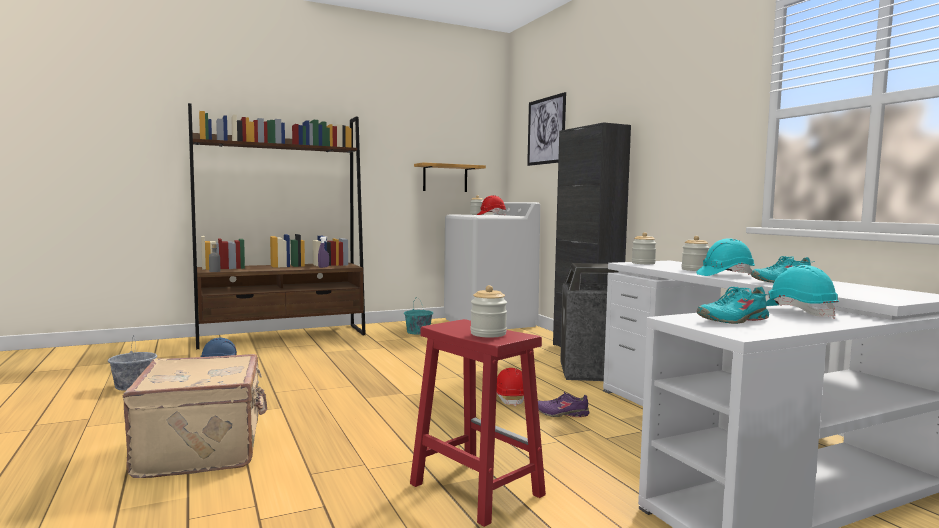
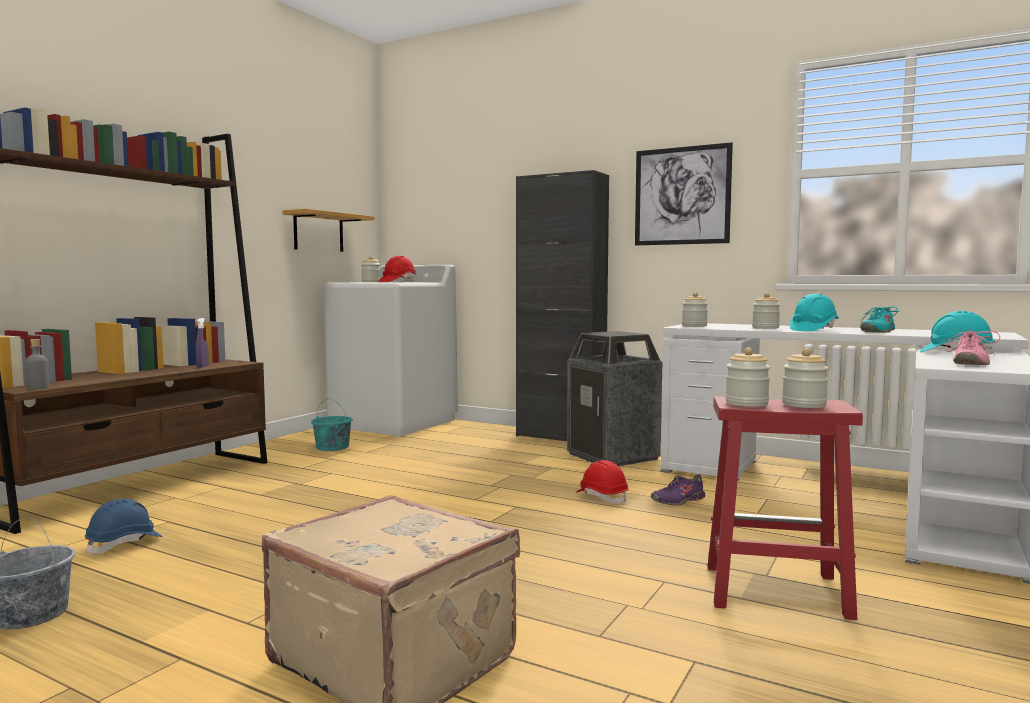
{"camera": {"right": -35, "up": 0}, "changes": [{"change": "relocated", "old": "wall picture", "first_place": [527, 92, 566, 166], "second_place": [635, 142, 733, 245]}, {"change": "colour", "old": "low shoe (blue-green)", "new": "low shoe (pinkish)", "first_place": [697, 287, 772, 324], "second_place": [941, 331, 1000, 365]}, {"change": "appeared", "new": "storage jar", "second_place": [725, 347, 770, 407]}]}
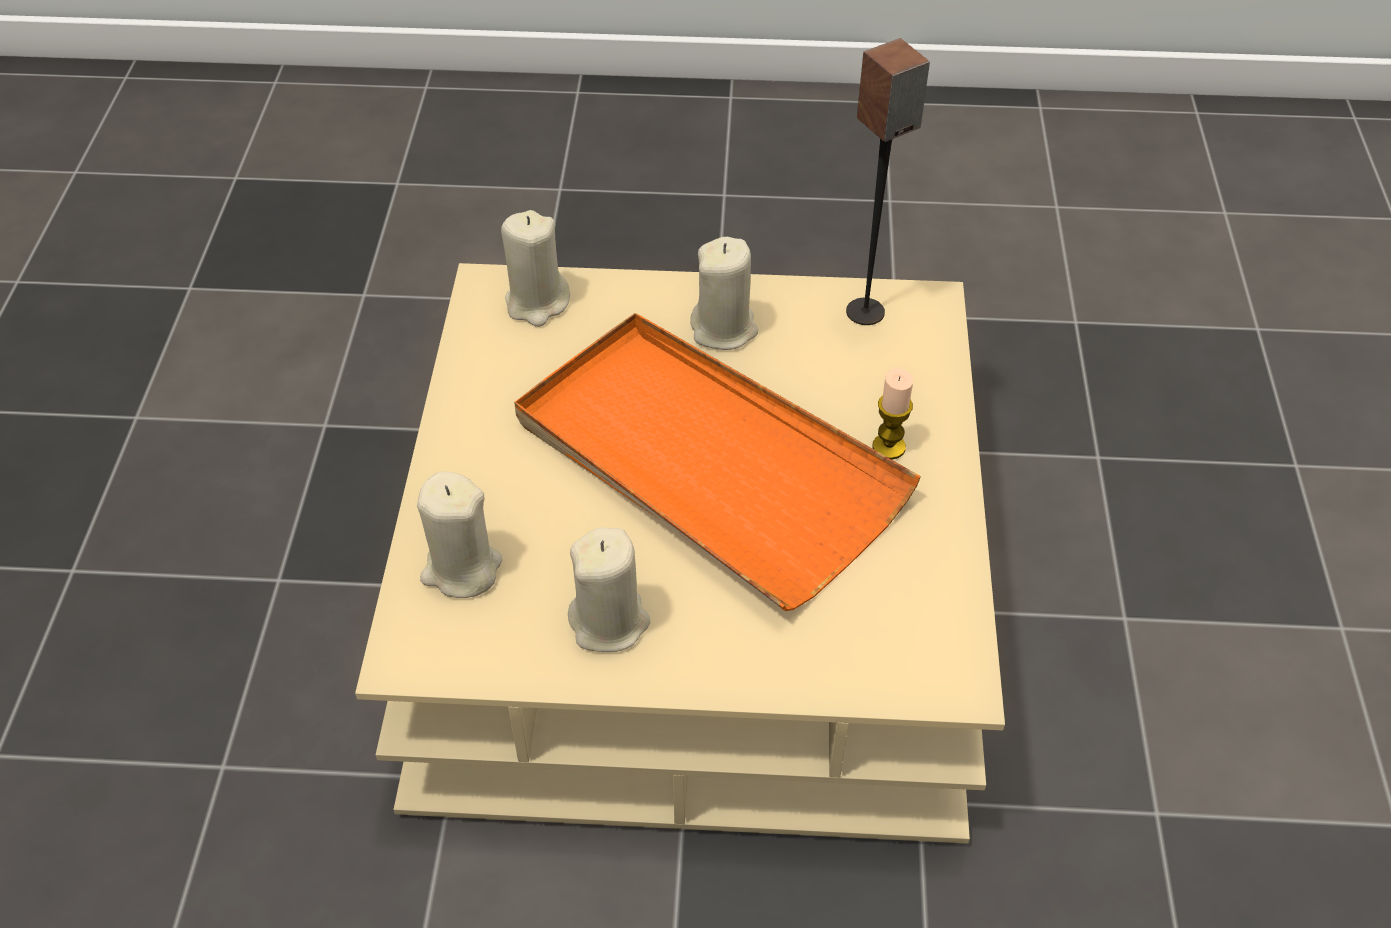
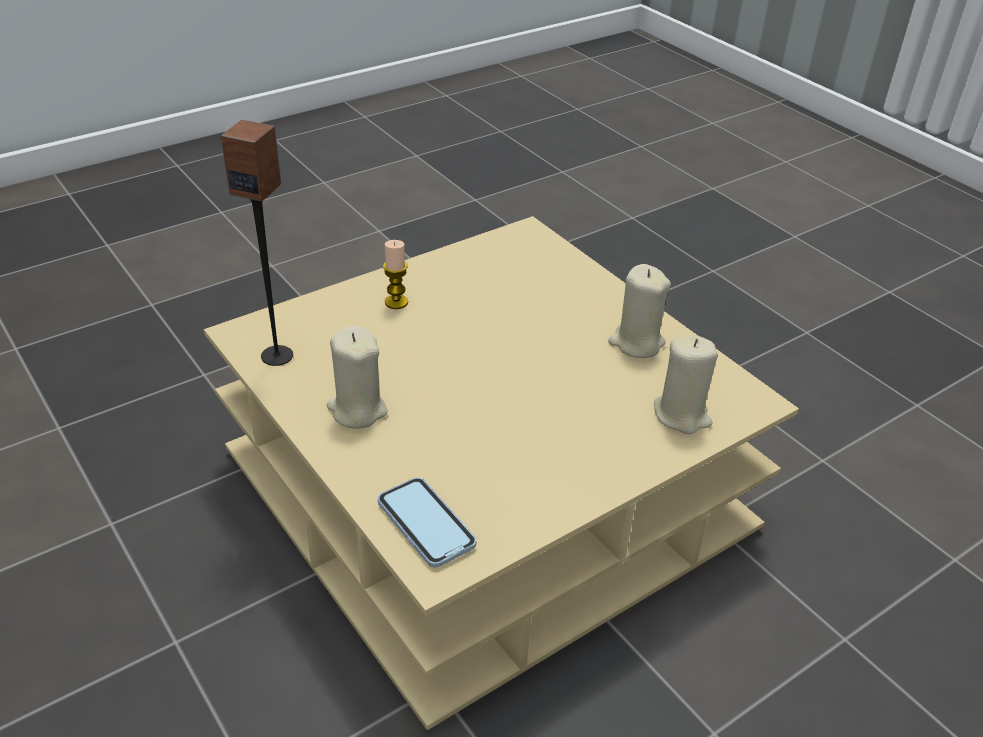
{"camera": {"right": -130, "up": -10}, "changes": [{"change": "exchanged", "old": "wax light (beige-coloured)", "new": "handset", "first_place": [501, 210, 570, 327], "second_place": [378, 477, 476, 567]}, {"change": "missing", "old": "carrying tray (orangey)", "first_place": [514, 313, 921, 611]}]}
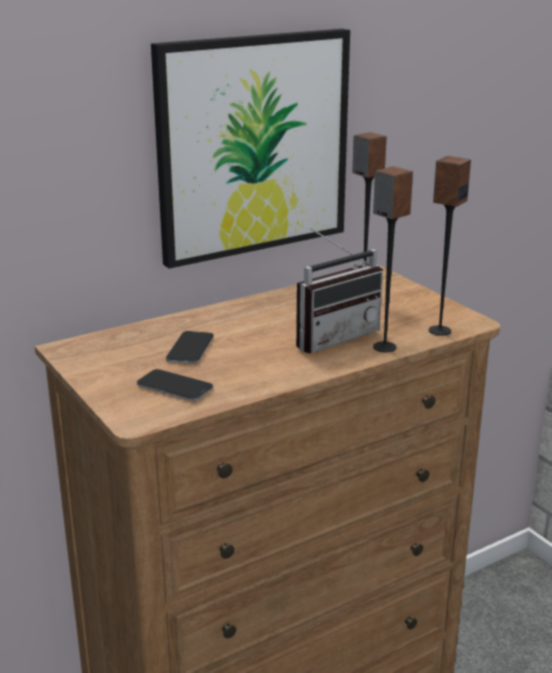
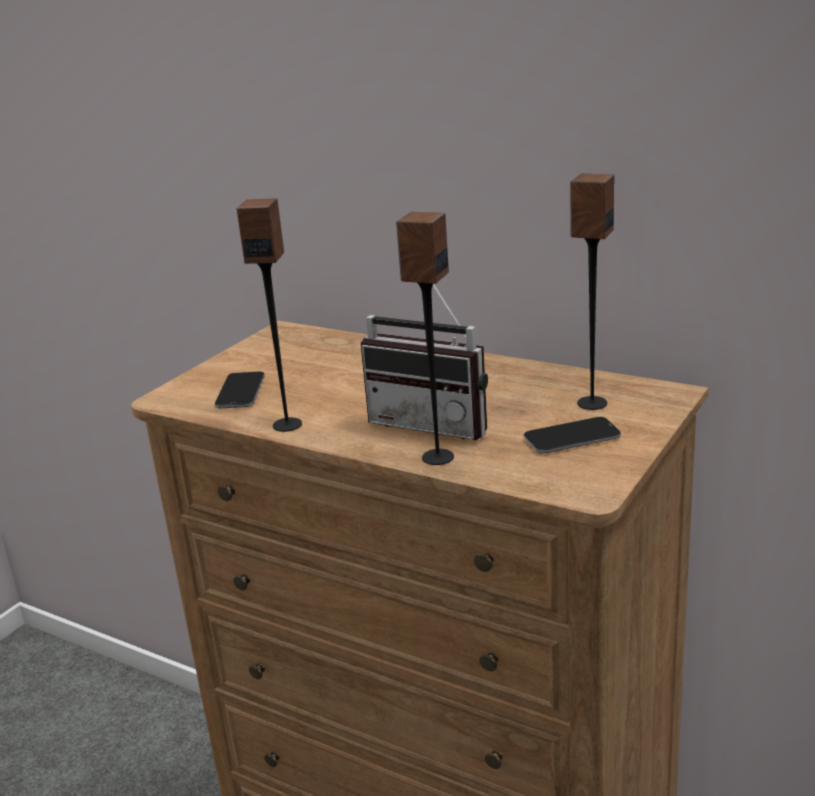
{"camera": {"right": 65, "up": 0}, "changes": [{"change": "missing", "old": "wall picture", "first_place": [151, 29, 350, 269]}, {"change": "relocated", "old": "handset", "first_place": [166, 331, 214, 364], "second_place": [524, 417, 621, 453]}, {"change": "relocated", "old": "speaker", "first_place": [429, 156, 471, 336], "second_place": [237, 198, 302, 432]}]}
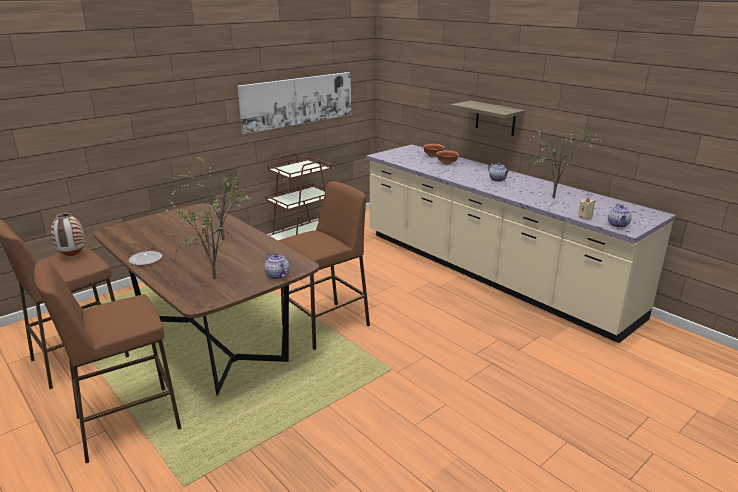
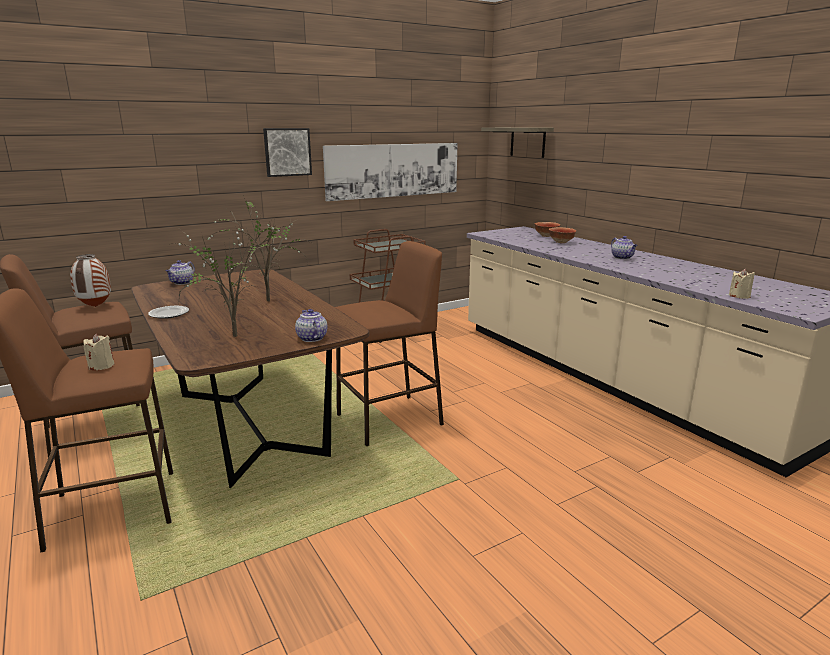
{"camera": {"right": 10, "up": -5}, "changes": [{"change": "relocated", "old": "bracket shelf", "first_place": [450, 101, 525, 136], "second_place": [481, 127, 554, 158]}, {"change": "missing", "old": "potted plant", "first_place": [529, 125, 601, 198]}, {"change": "relocated", "old": "teapot", "first_place": [608, 204, 632, 228], "second_place": [165, 260, 195, 285]}, {"change": "appeared", "new": "wax light (beige-coloured)", "second_place": [83, 334, 114, 370]}, {"change": "appeared", "new": "wall picture", "second_place": [263, 128, 312, 177]}]}
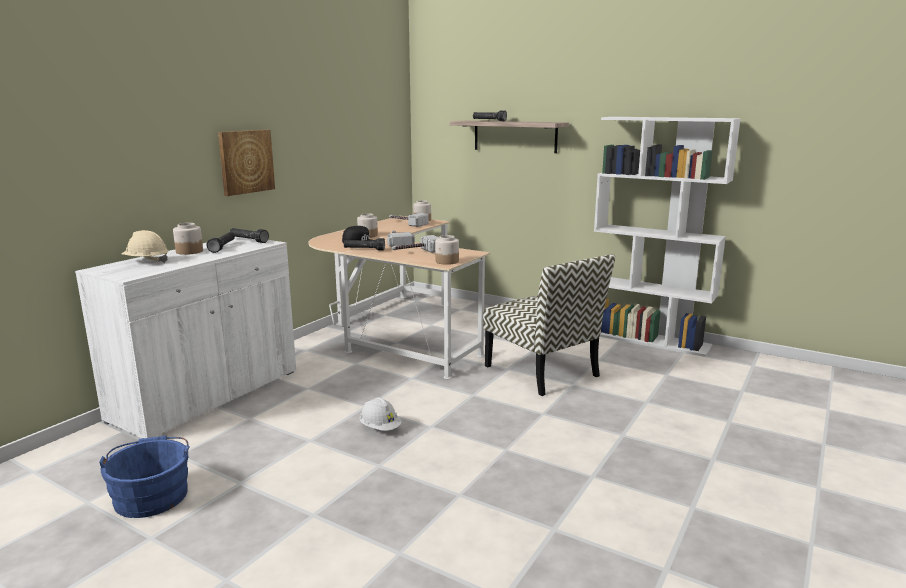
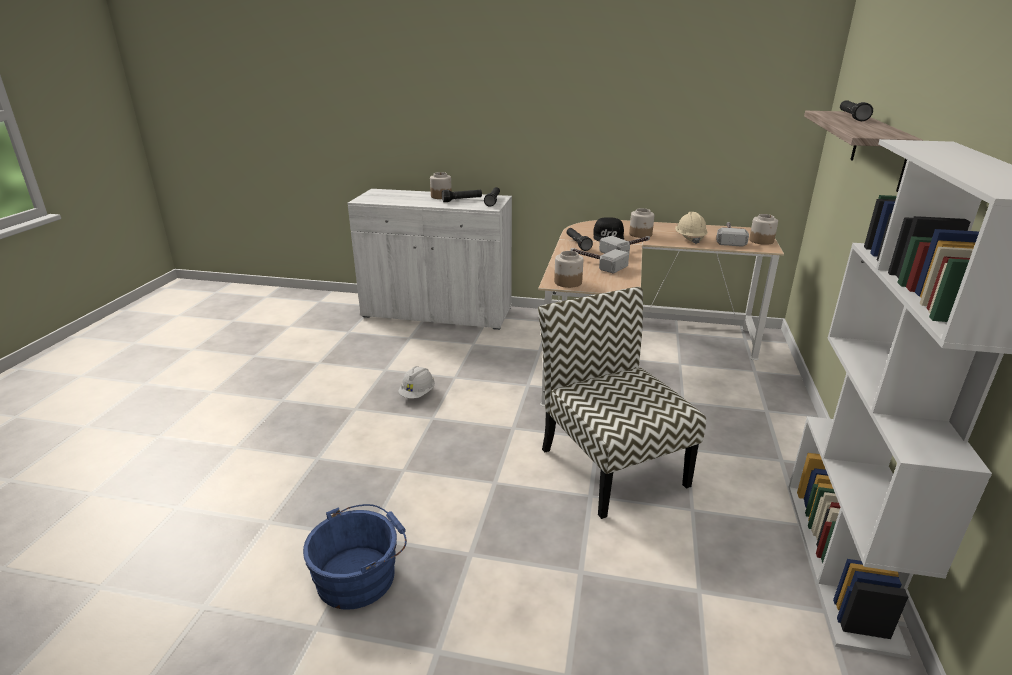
{"camera": {"right": 70, "up": 10}, "changes": [{"change": "relocated", "old": "pail (blue-coloured)", "first_place": [99, 435, 190, 518], "second_place": [303, 504, 407, 610]}, {"change": "relocated", "old": "work helmet (beige-coloured)", "first_place": [121, 230, 169, 263], "second_place": [675, 212, 707, 244]}, {"change": "missing", "old": "wall picture", "first_place": [218, 130, 275, 196]}, {"change": "spun", "old": "upright chair", "first_place": [483, 254, 615, 396], "second_place": [538, 287, 706, 519], "degrees": 120}]}
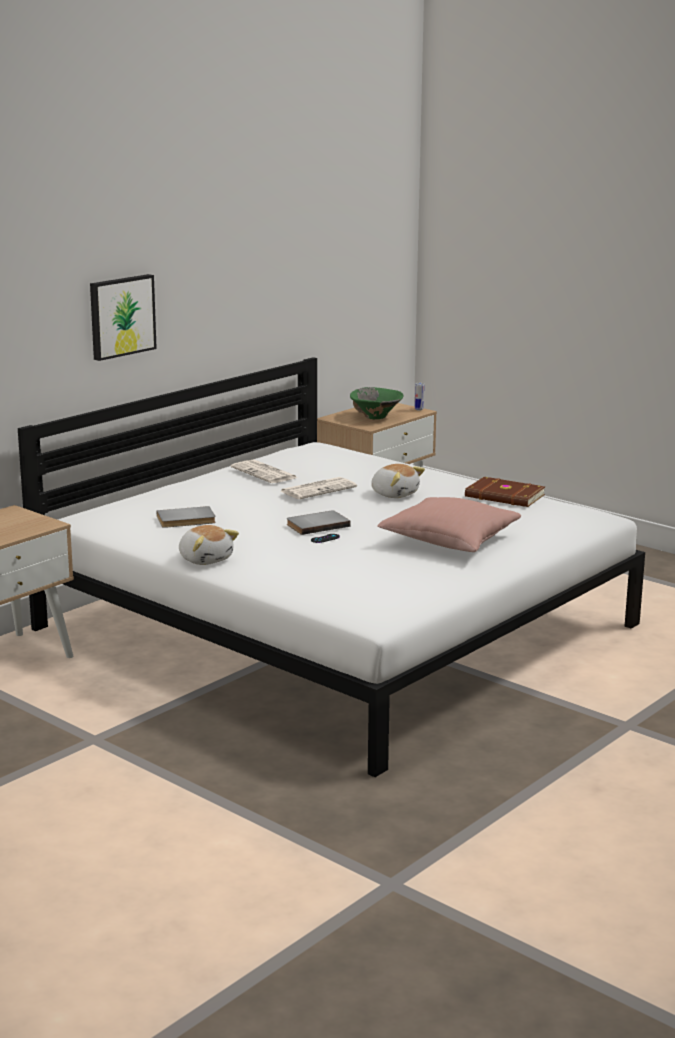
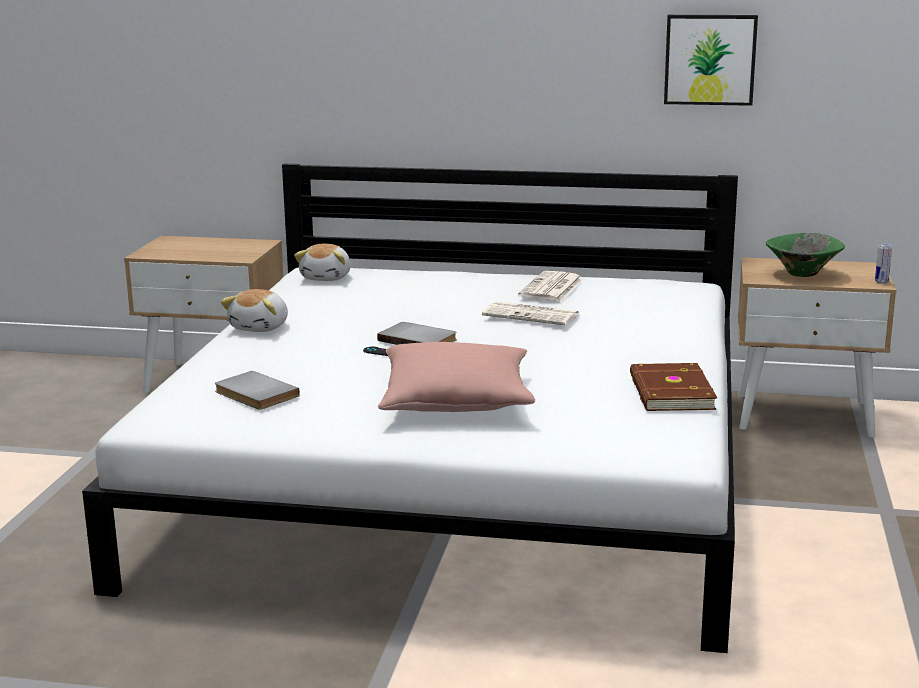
{"camera": {"right": 60, "up": 0}, "changes": [{"change": "relocated", "old": "wall picture", "first_place": [90, 274, 157, 361], "second_place": [664, 15, 758, 106]}, {"change": "relocated", "old": "bound book (greyish)", "first_place": [157, 506, 216, 528], "second_place": [215, 371, 300, 410]}, {"change": "relocated", "old": "plush toy", "first_place": [371, 464, 425, 498], "second_place": [294, 244, 351, 281]}]}
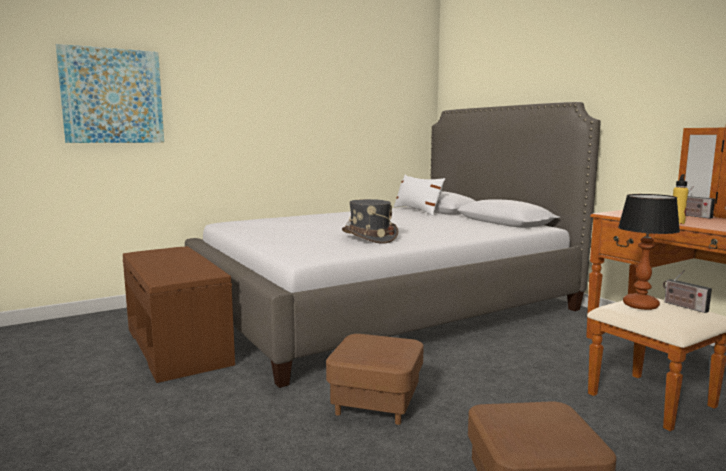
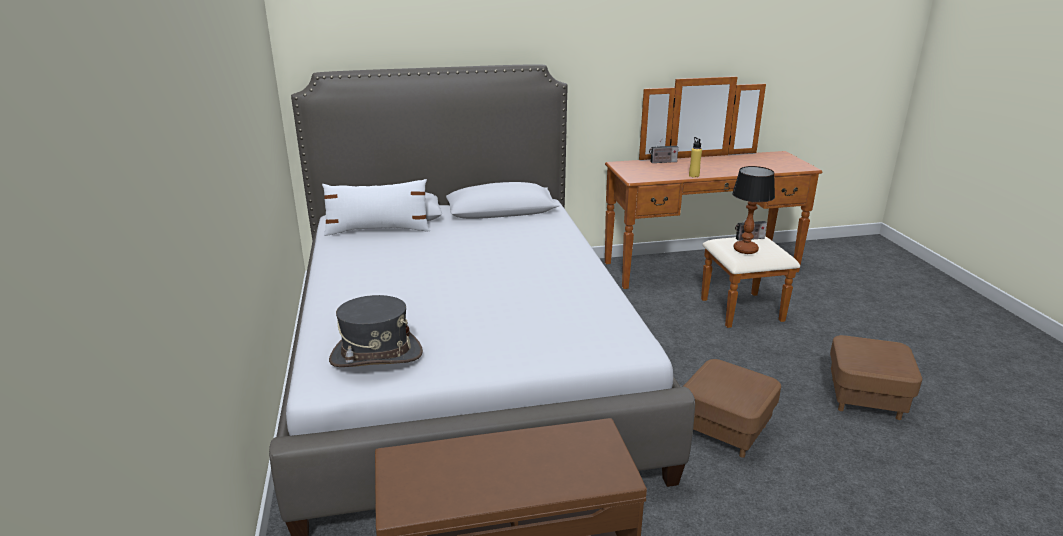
{"camera": {"right": -70, "up": 15}, "changes": [{"change": "missing", "old": "wall picture", "first_place": [56, 44, 164, 143]}, {"change": "relocated", "old": "wearable hat (greyish)", "first_place": [342, 199, 398, 244], "second_place": [329, 295, 423, 367]}]}
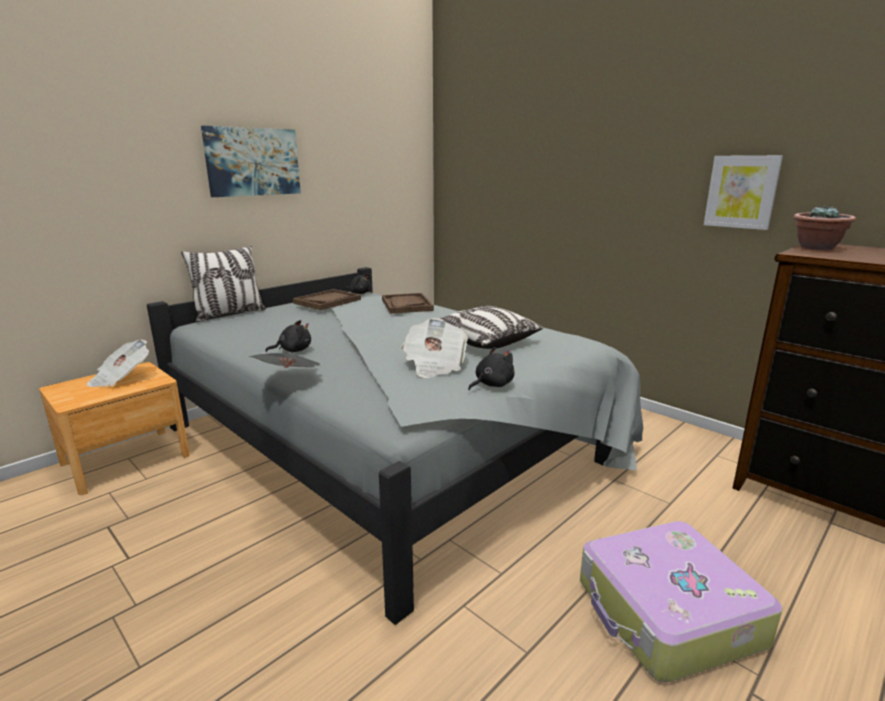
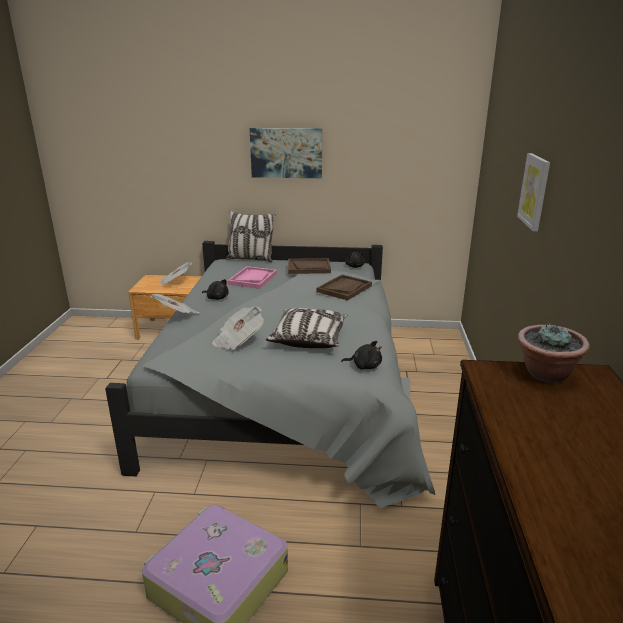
{"camera": {"right": 50, "up": 5}, "changes": [{"change": "relocated", "old": "plush toy (blackish)", "first_place": [468, 347, 514, 390], "second_place": [341, 341, 382, 370]}, {"change": "relocated", "old": "wall picture", "first_place": [704, 155, 783, 230], "second_place": [517, 153, 550, 232]}, {"change": "appeared", "new": "carrying tray (pinkish)", "second_place": [228, 266, 277, 289]}]}
